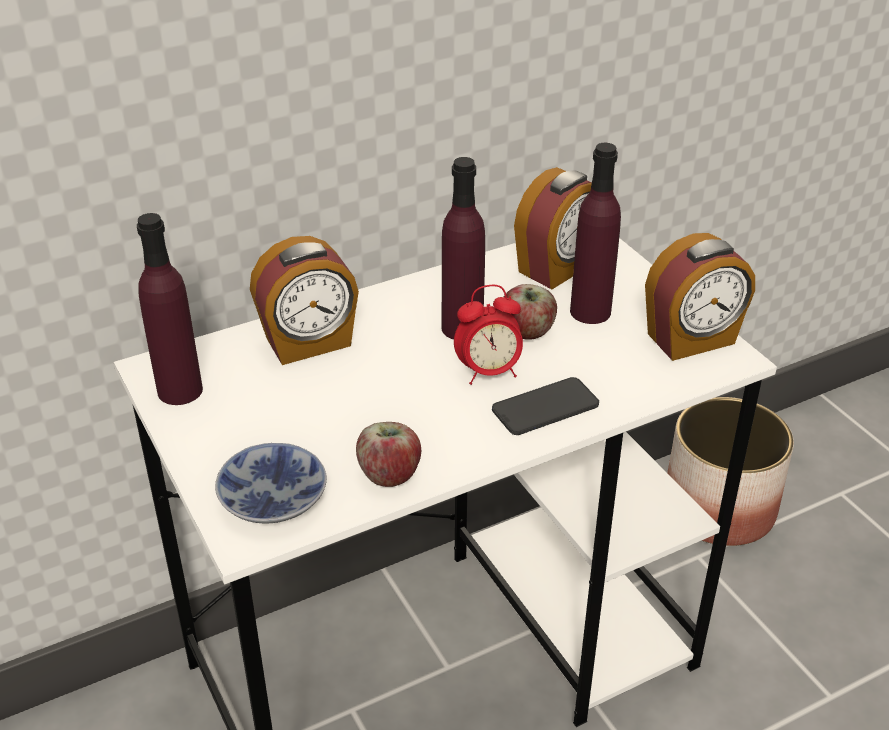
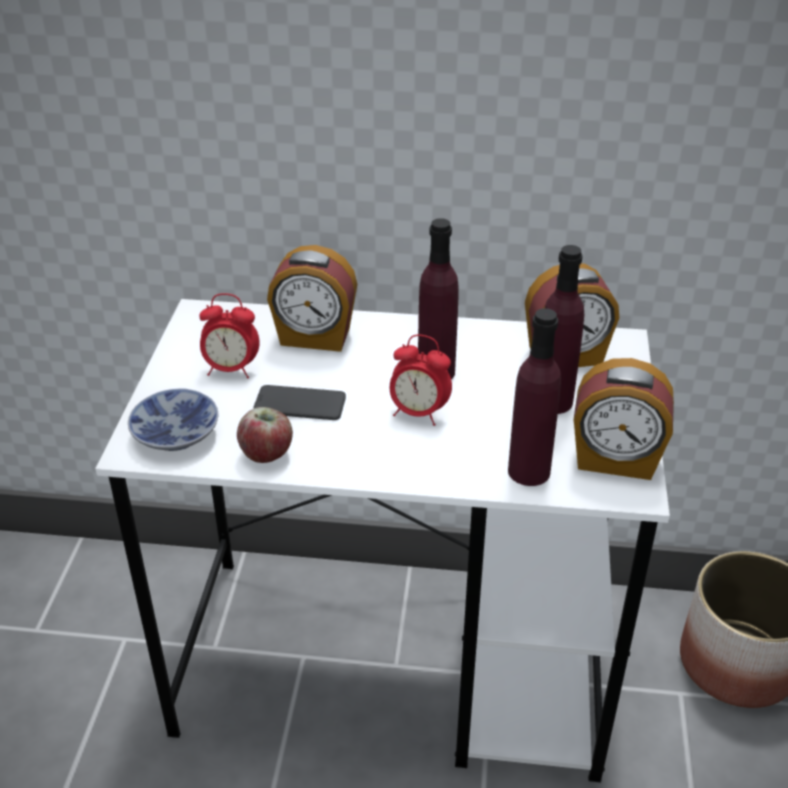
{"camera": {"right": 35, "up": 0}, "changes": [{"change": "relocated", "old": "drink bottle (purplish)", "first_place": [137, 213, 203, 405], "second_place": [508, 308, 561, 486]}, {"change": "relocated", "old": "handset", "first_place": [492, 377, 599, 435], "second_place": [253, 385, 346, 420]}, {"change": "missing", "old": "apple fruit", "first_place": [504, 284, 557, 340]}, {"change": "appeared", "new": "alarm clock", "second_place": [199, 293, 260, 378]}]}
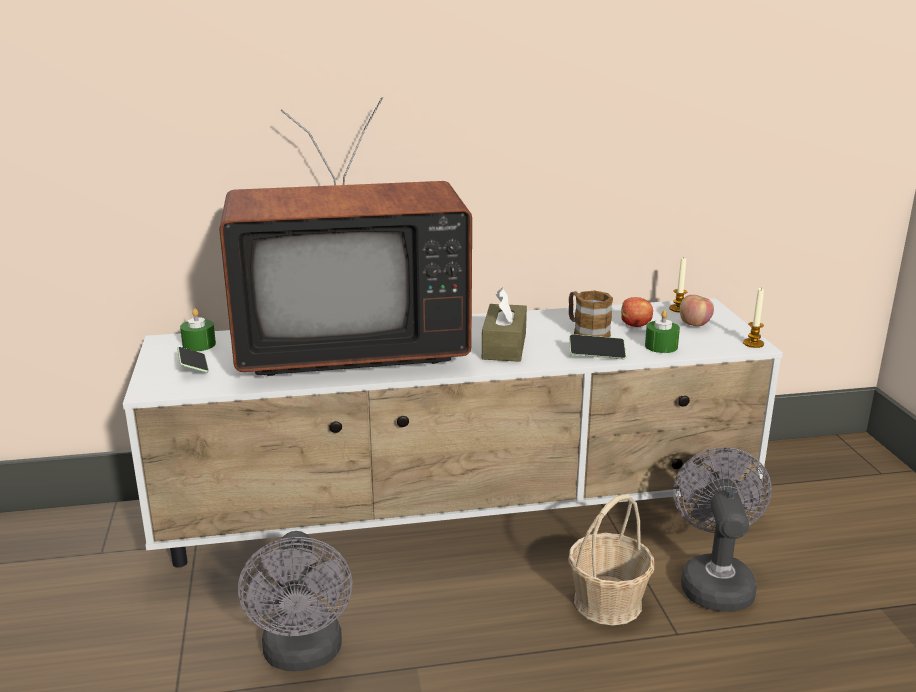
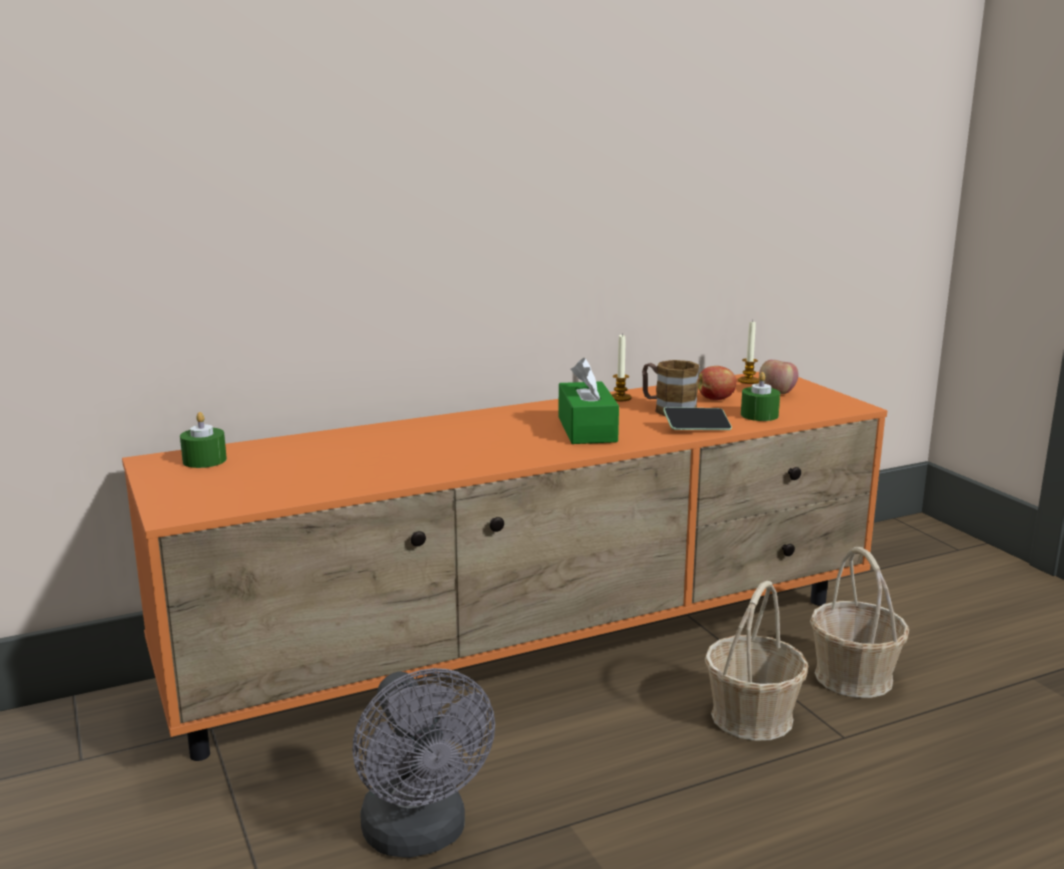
{"camera": {"right": -15, "up": -5}, "changes": [{"change": "colour", "old": "media console (white)", "new": "media console (orangey)", "first_place": [123, 298, 783, 568], "second_place": [122, 372, 887, 761]}, {"change": "missing", "old": "handset", "first_place": [177, 347, 209, 372]}, {"change": "missing", "old": "TV", "first_place": [220, 97, 472, 376]}, {"change": "colour", "old": "tissue holder (brown)", "new": "tissue holder (greenish)", "first_place": [482, 288, 527, 362], "second_place": [558, 358, 619, 444]}, {"change": "exchanged", "old": "fan (greyish)", "new": "storage basket", "first_place": [673, 447, 772, 612], "second_place": [810, 547, 909, 698]}, {"change": "relocated", "old": "wax light", "first_place": [743, 287, 764, 348], "second_place": [611, 333, 632, 401]}]}
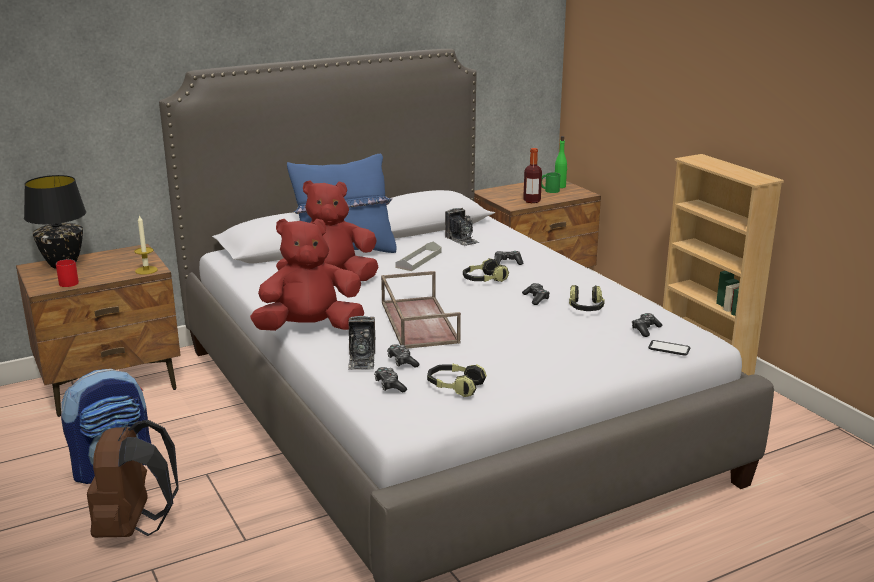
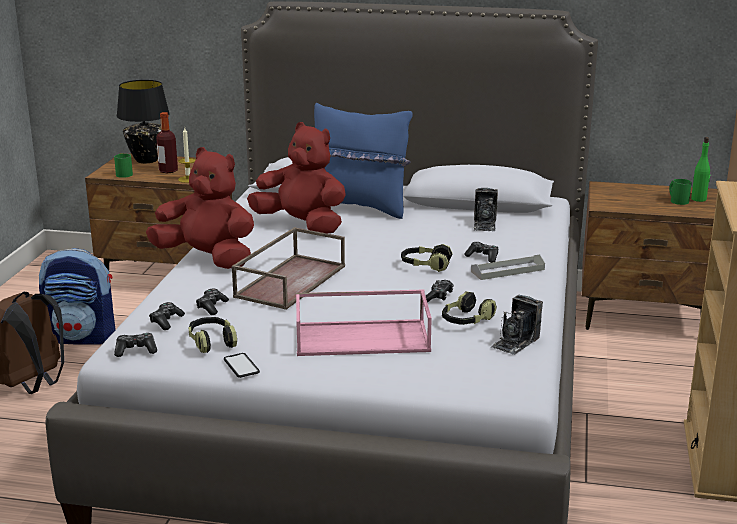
{"camera": {"right": 40, "up": 0}, "changes": [{"change": "colour", "old": "tea mug (red)", "new": "tea mug (greenish)", "first_place": [56, 259, 79, 287], "second_place": [114, 153, 133, 178]}, {"change": "relocated", "old": "still camera", "first_place": [348, 316, 376, 370], "second_place": [491, 295, 543, 355]}, {"change": "relocated", "old": "carrying tray (greyish)", "first_place": [396, 241, 441, 271], "second_place": [471, 254, 545, 280]}, {"change": "relocated", "old": "drink bottle", "first_place": [523, 148, 542, 203], "second_place": [156, 112, 178, 173]}, {"change": "relocated", "old": "joypad", "first_place": [632, 313, 662, 337], "second_place": [114, 333, 157, 357]}, {"change": "relocated", "old": "handset", "first_place": [648, 340, 690, 355], "second_place": [224, 353, 260, 378]}, {"change": "appeared", "new": "carrying tray (pinkish)", "second_place": [296, 289, 432, 356]}]}
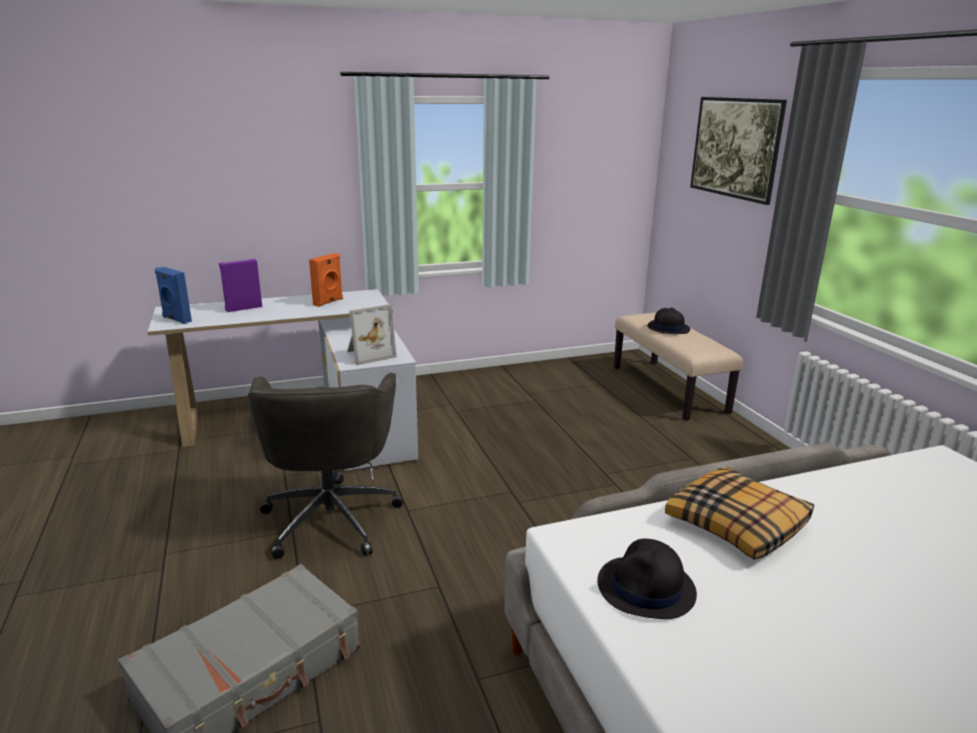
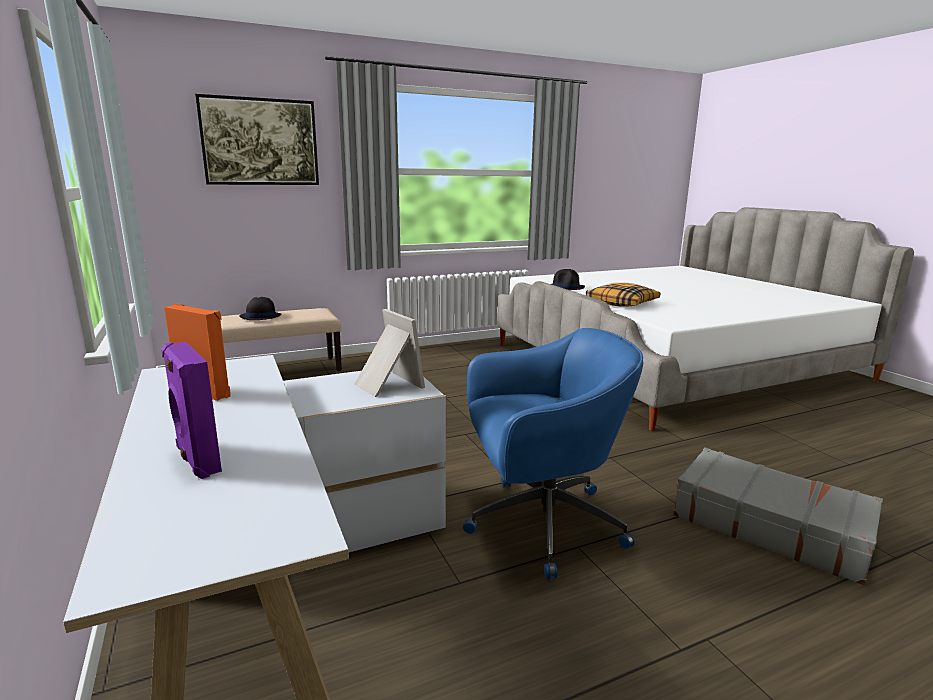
{"camera": {"right": -95, "up": -5}, "changes": [{"change": "missing", "old": "speaker (blue-coloured)", "first_place": [155, 267, 192, 324]}, {"change": "colour", "old": "office chair (greyish)", "new": "office chair (blue-coloured)", "first_place": [247, 373, 403, 559], "second_place": [463, 328, 643, 579]}, {"change": "relocated", "old": "wearable hat (blackish)", "first_place": [597, 539, 697, 619], "second_place": [551, 269, 585, 290]}]}
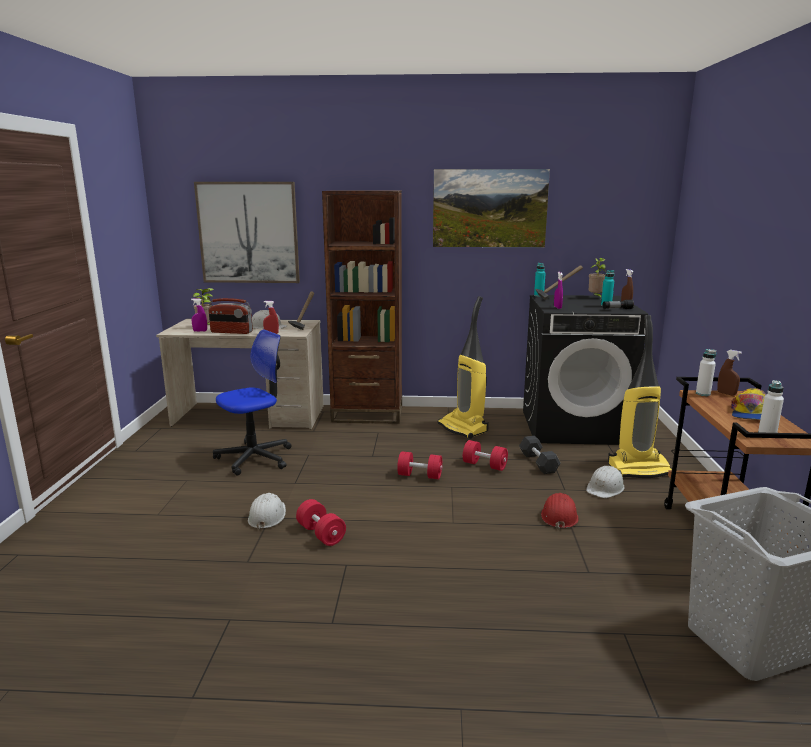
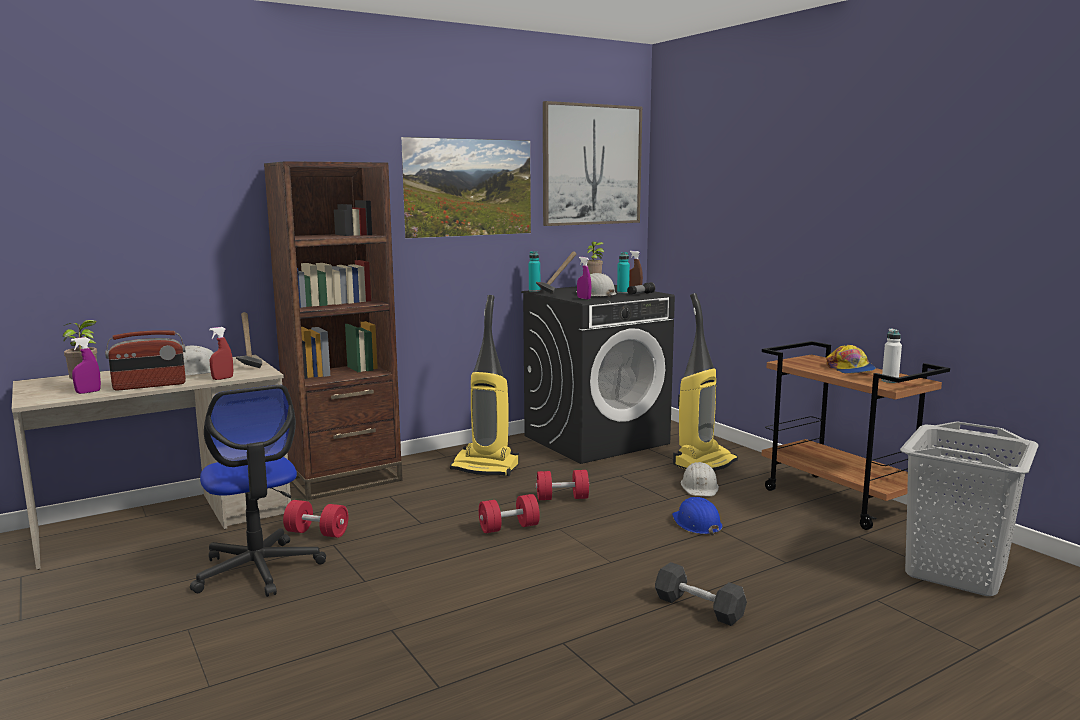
{"camera": {"right": -35, "up": -5}, "changes": [{"change": "relocated", "old": "wall picture", "first_place": [194, 182, 300, 283], "second_place": [543, 101, 642, 226]}, {"change": "spun", "old": "office chair", "first_place": [213, 329, 292, 475], "second_place": [190, 385, 326, 597], "degrees": 135}, {"change": "relocated", "old": "work helmet (white)", "first_place": [248, 493, 286, 530], "second_place": [576, 273, 616, 297]}, {"change": "relocated", "old": "hand weight (red)", "first_place": [296, 499, 346, 546], "second_place": [283, 500, 348, 538]}, {"change": "relocated", "old": "hand weight (blackish)", "first_place": [519, 436, 561, 474], "second_place": [655, 562, 747, 626]}, {"change": "colour", "old": "work helmet (red)", "new": "work helmet (blue-coloured)", "first_place": [541, 493, 579, 530], "second_place": [672, 497, 722, 536]}, {"change": "missing", "old": "drink bottle (white)", "first_place": [696, 349, 716, 396]}, {"change": "missing", "old": "spray bottle (brown)", "first_place": [717, 350, 742, 395]}]}
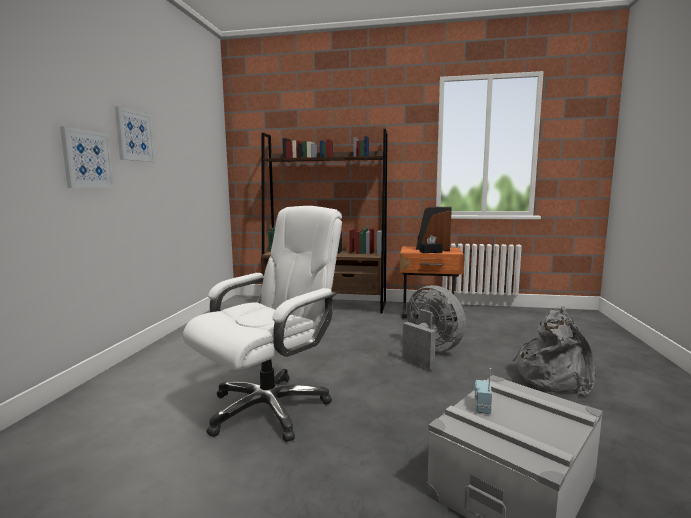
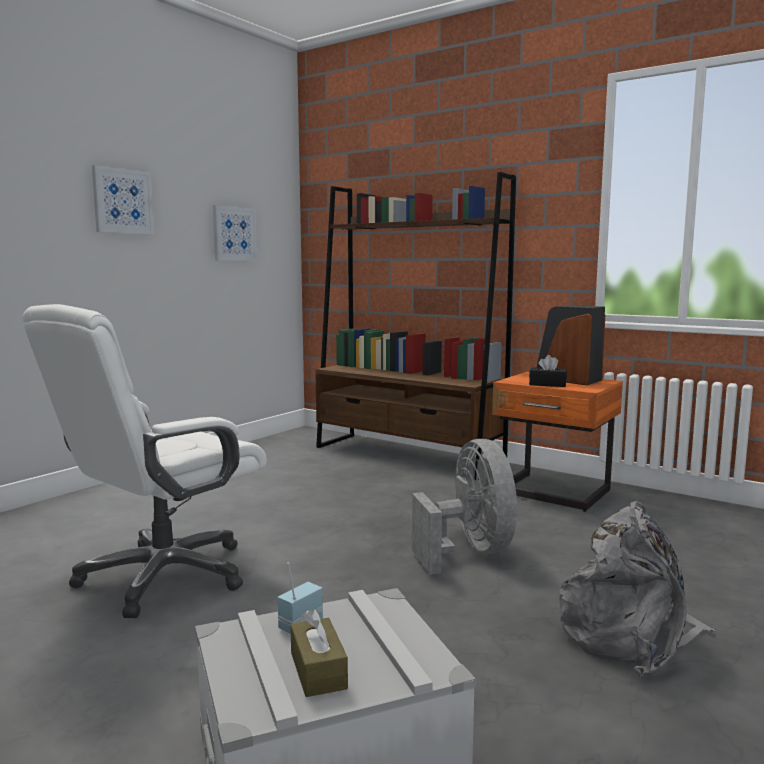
{"camera": {"right": 25, "up": 0}, "changes": [{"change": "relocated", "old": "wall picture", "first_place": [60, 126, 114, 188], "second_place": [213, 205, 257, 261]}, {"change": "spun", "old": "office chair (white)", "first_place": [183, 206, 342, 442], "second_place": [23, 304, 267, 618], "degrees": 150}, {"change": "appeared", "new": "tissue holder (brown)", "second_place": [290, 608, 348, 697]}]}
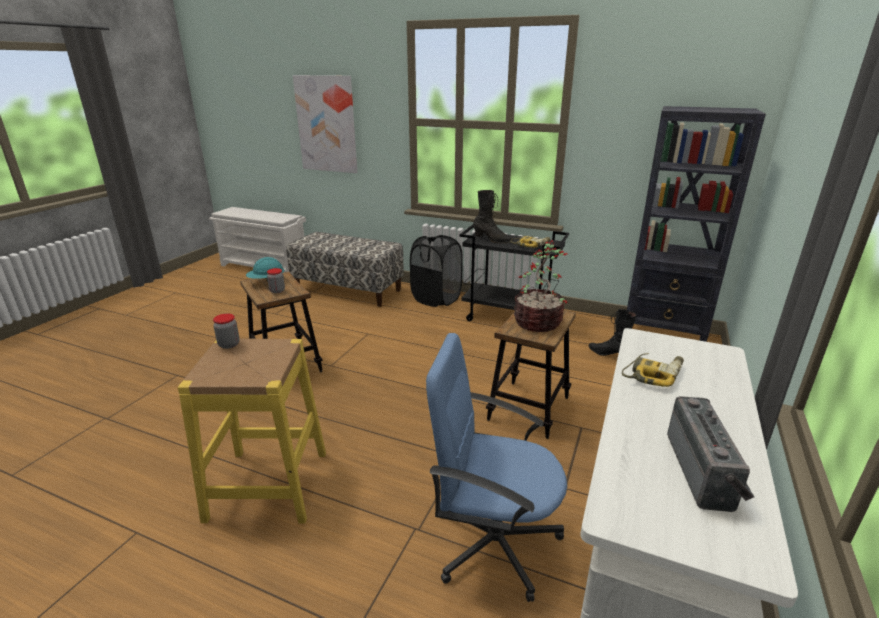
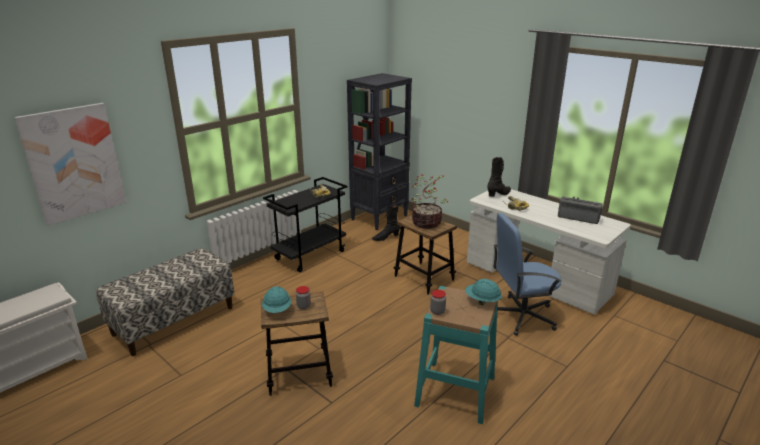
{"camera": {"right": -70, "up": 0}, "changes": [{"change": "colour", "old": "stool seat (yellow)", "new": "stool seat (blue-green)", "first_place": [178, 339, 326, 524], "second_place": [414, 286, 498, 424]}, {"change": "missing", "old": "washing basket (blackish)", "first_place": [410, 235, 463, 307]}, {"change": "spun", "old": "office chair (blue-coloured)", "first_place": [426, 333, 567, 602], "second_place": [493, 213, 562, 336], "degrees": 45}, {"change": "relocated", "old": "boot (blackish)", "first_place": [473, 190, 513, 243], "second_place": [487, 157, 511, 197]}, {"change": "appeared", "new": "work helmet (blue-green)", "second_place": [465, 279, 502, 305]}]}
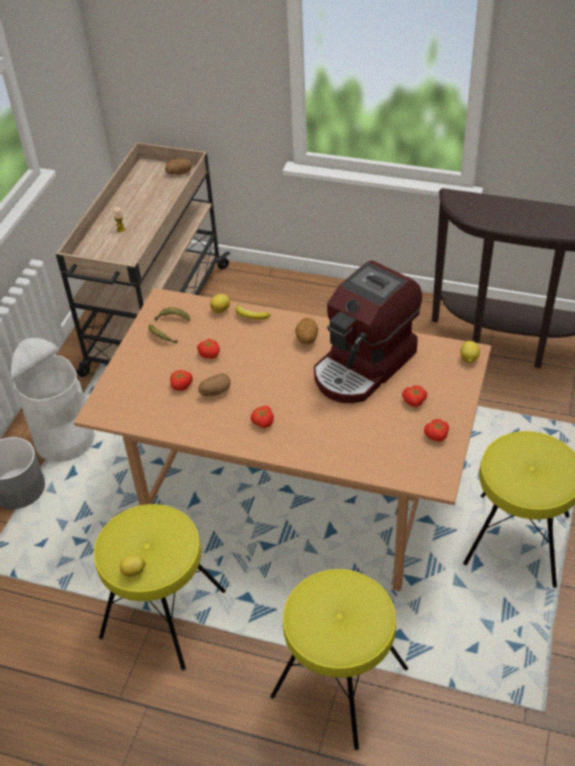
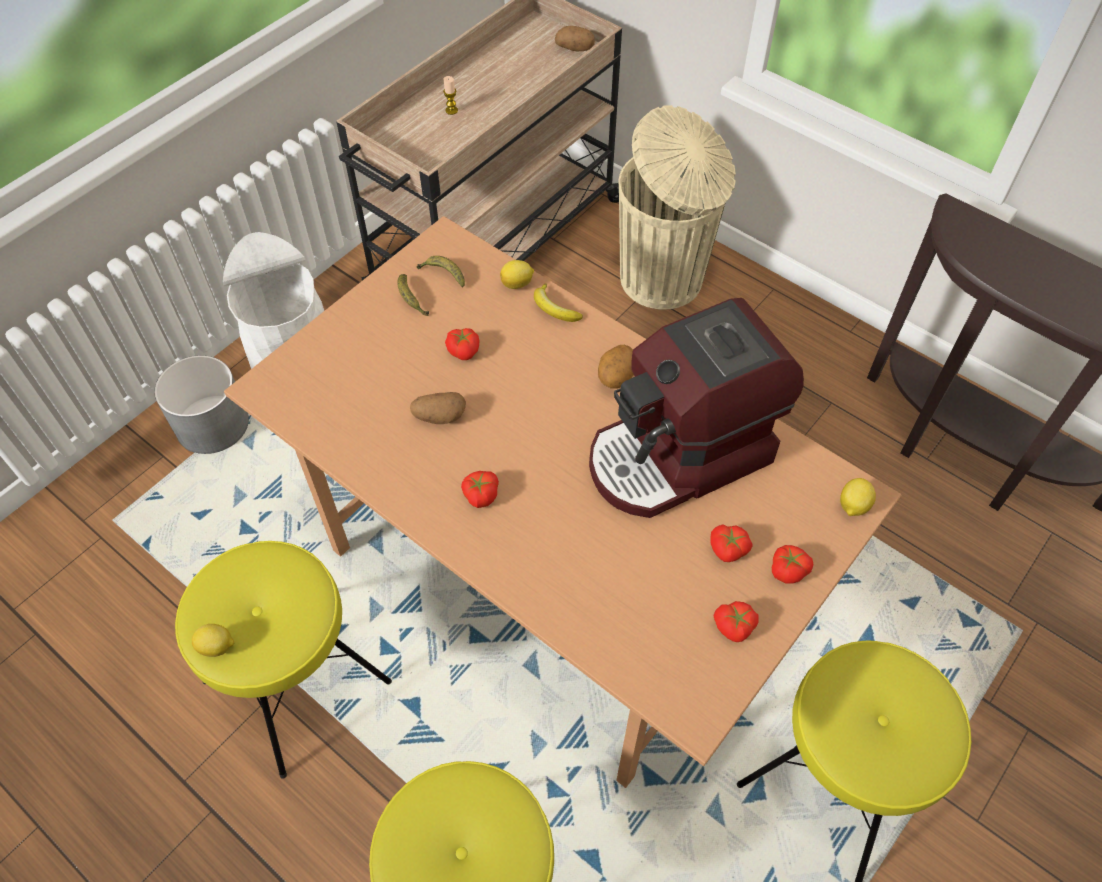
{"camera": {"right": 20, "up": 10}, "changes": [{"change": "relocated", "old": "tomato", "first_place": [170, 370, 193, 391], "second_place": [772, 545, 813, 584]}, {"change": "appeared", "new": "trash can (beige-coloured)", "second_place": [619, 105, 736, 310]}]}
